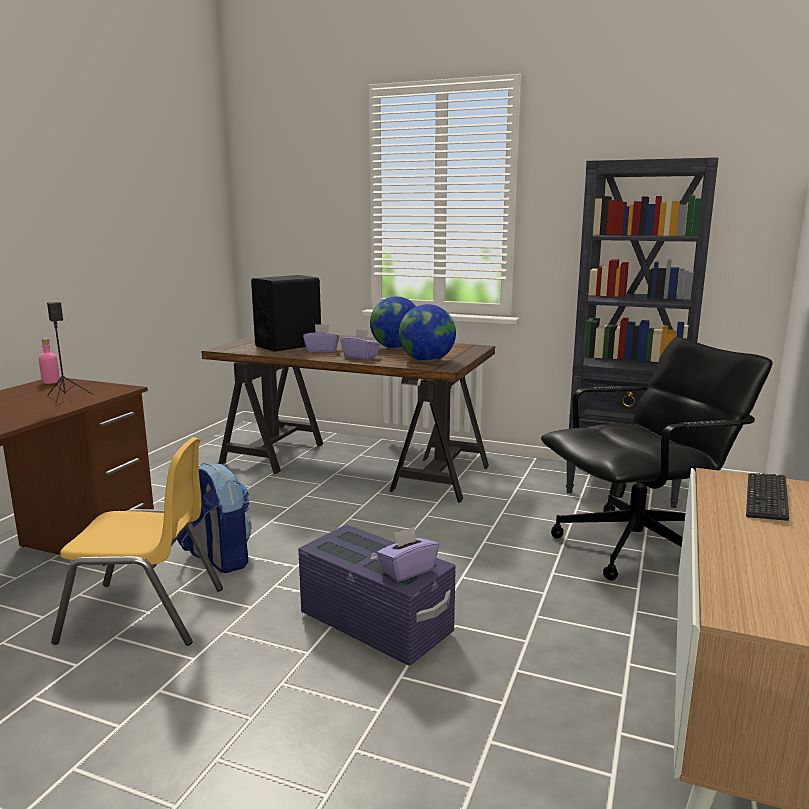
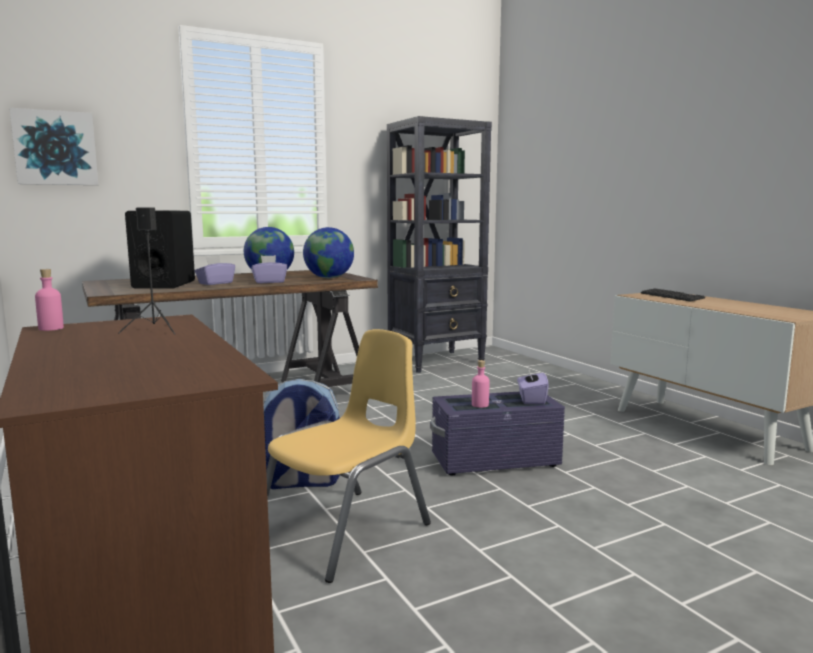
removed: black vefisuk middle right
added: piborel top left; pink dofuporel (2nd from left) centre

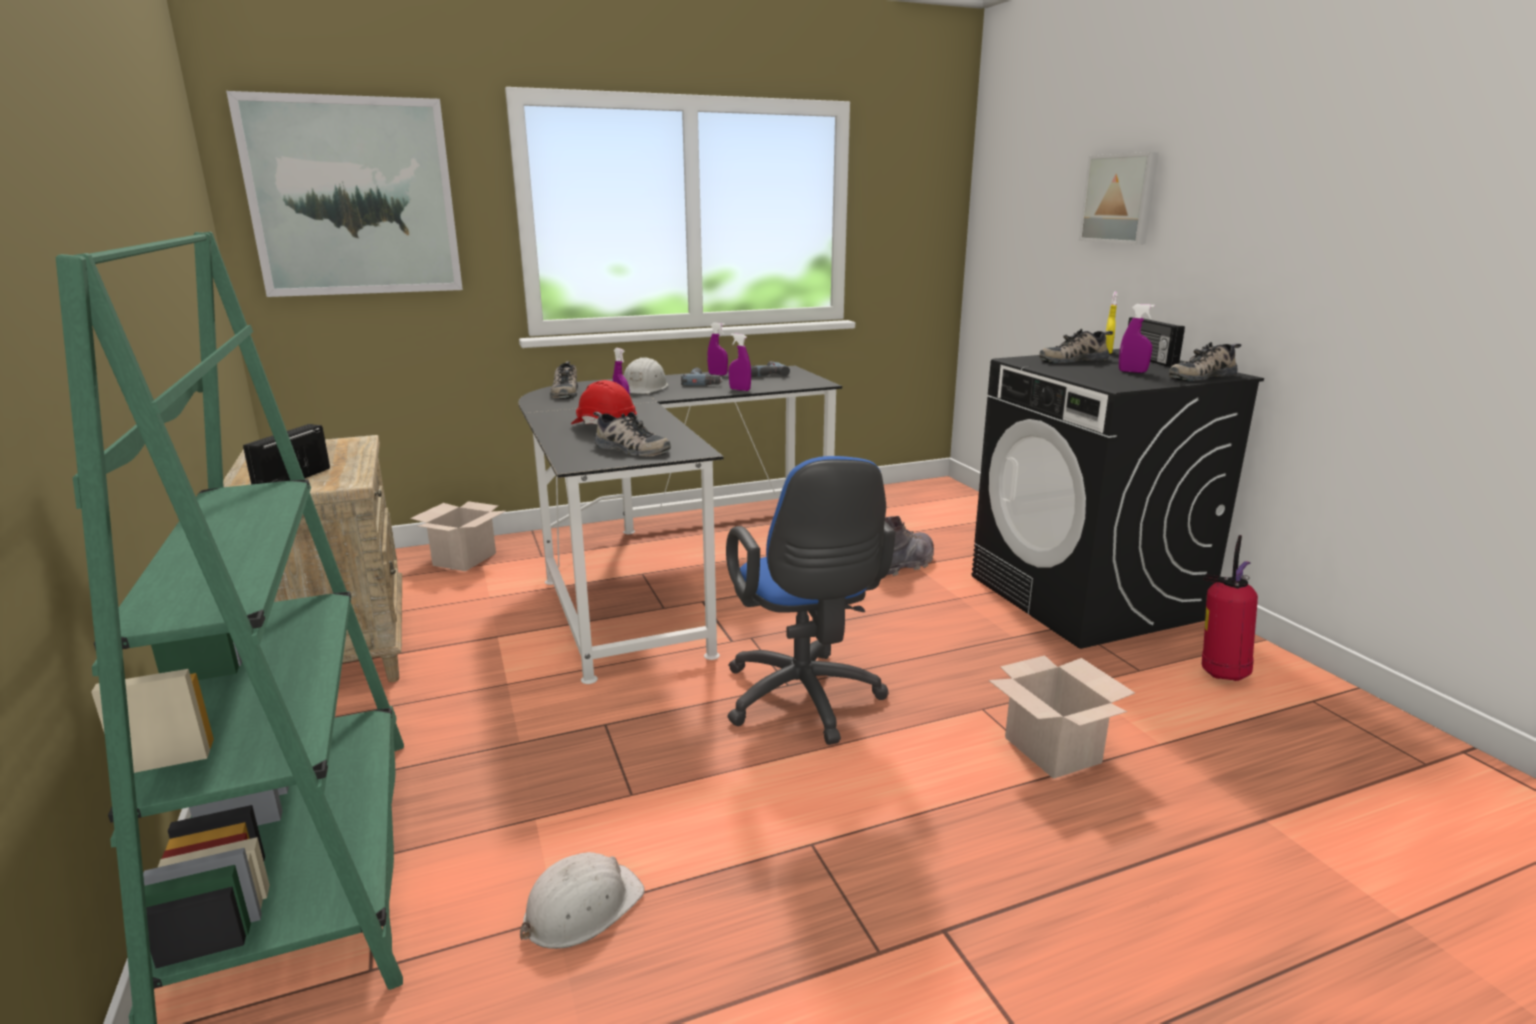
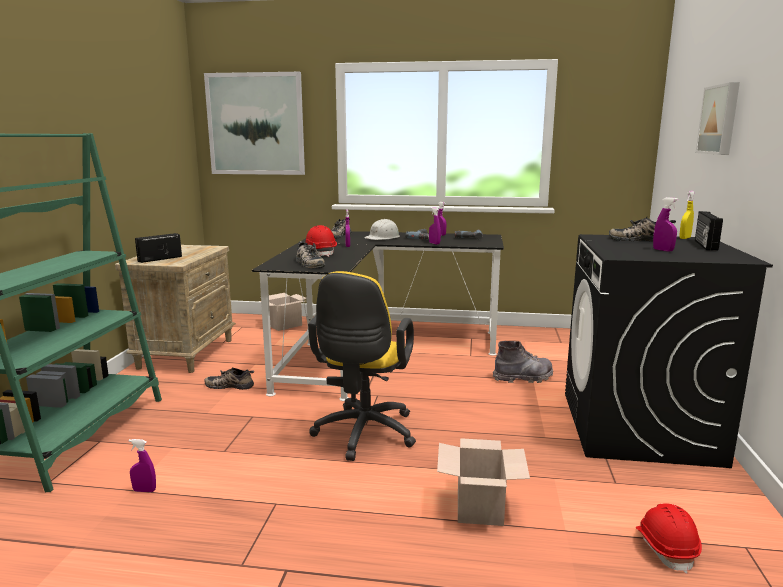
removed: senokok middle right
added: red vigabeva (2nd from left) bottom right
moved: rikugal (4th from left in the first image) middle right to rikugal (1st from left) middle left
replaced: white vigabeva (1st from left) bottom centre to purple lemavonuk (1st from left) bottom left
recoloured: blue vefisuk centre to yellow vefisuk centre

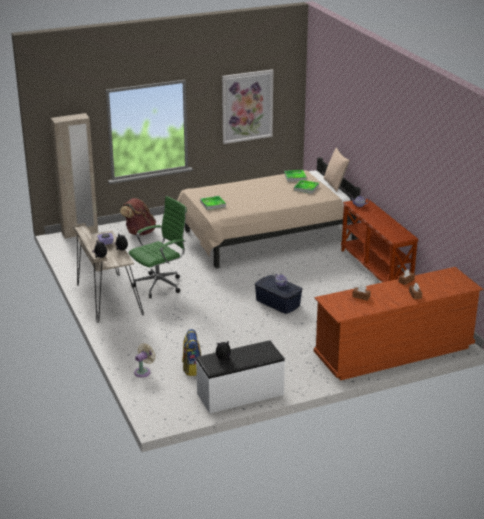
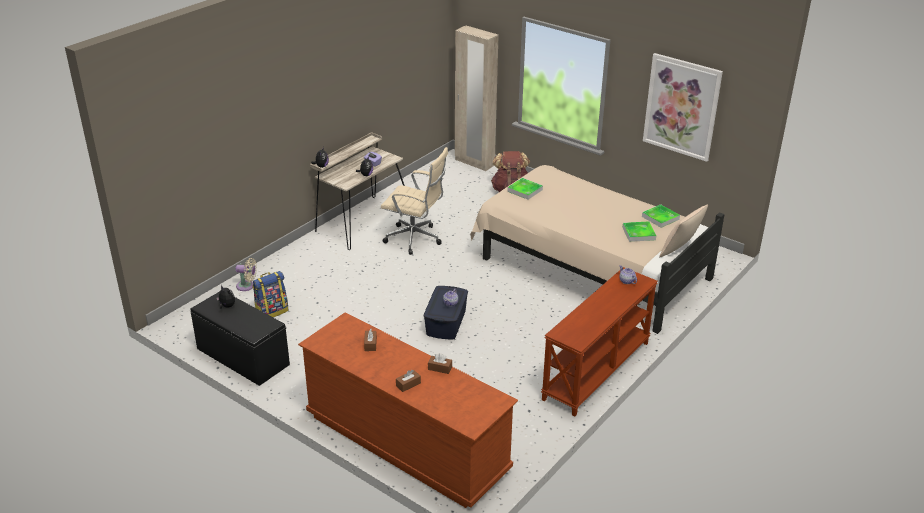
recoloured: green vefisuk middle left to beige vefisuk centre; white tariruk bottom centre to black tariruk middle left

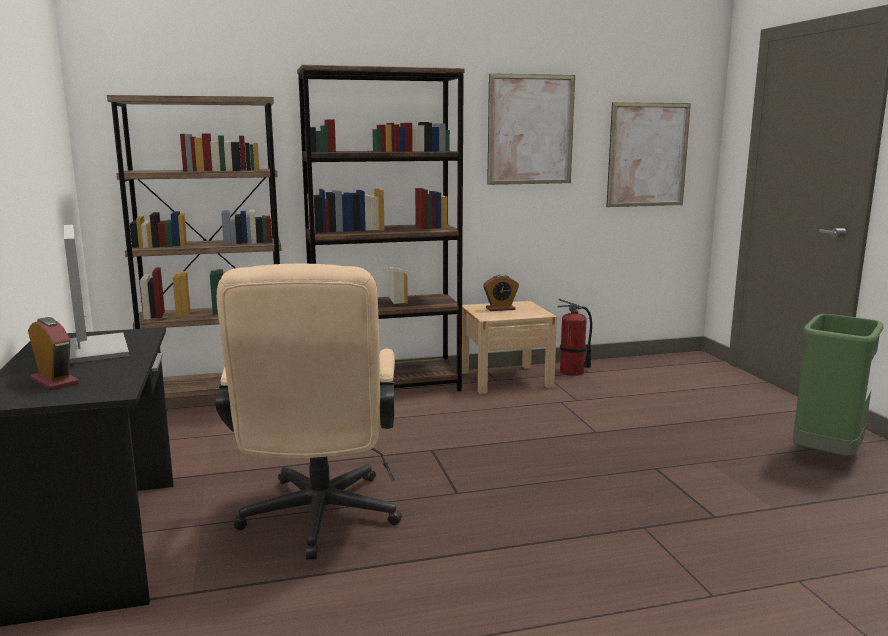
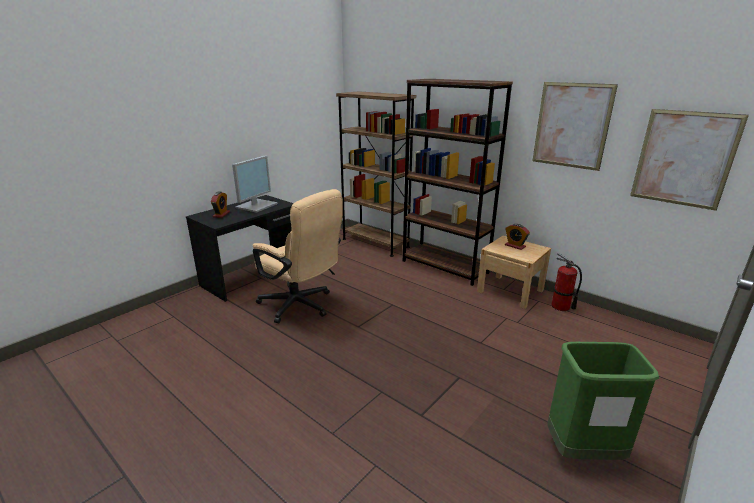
turned: beige vefisuk centre = centre 105 degrees counterclockwise

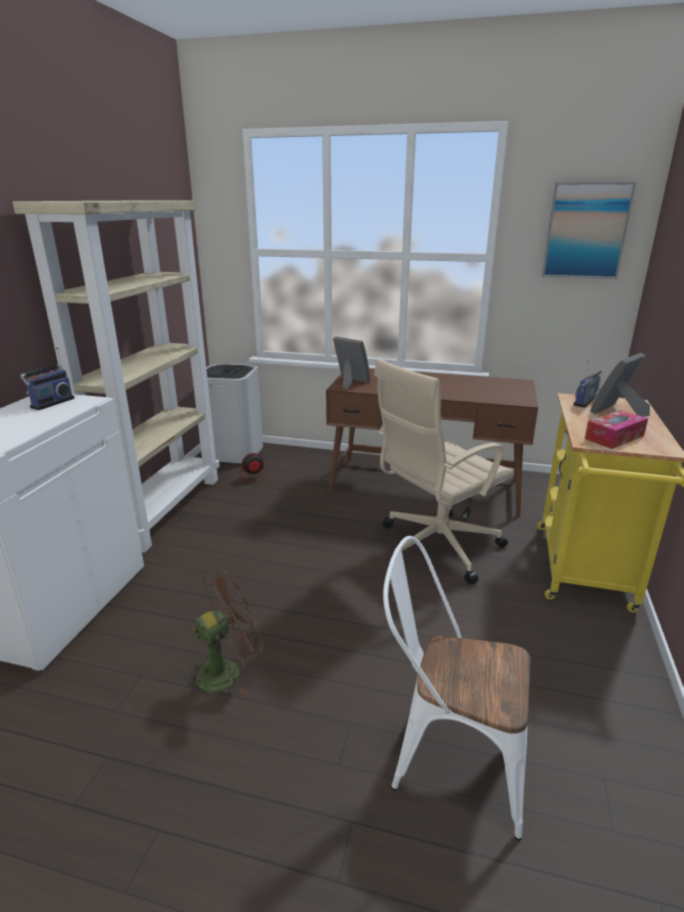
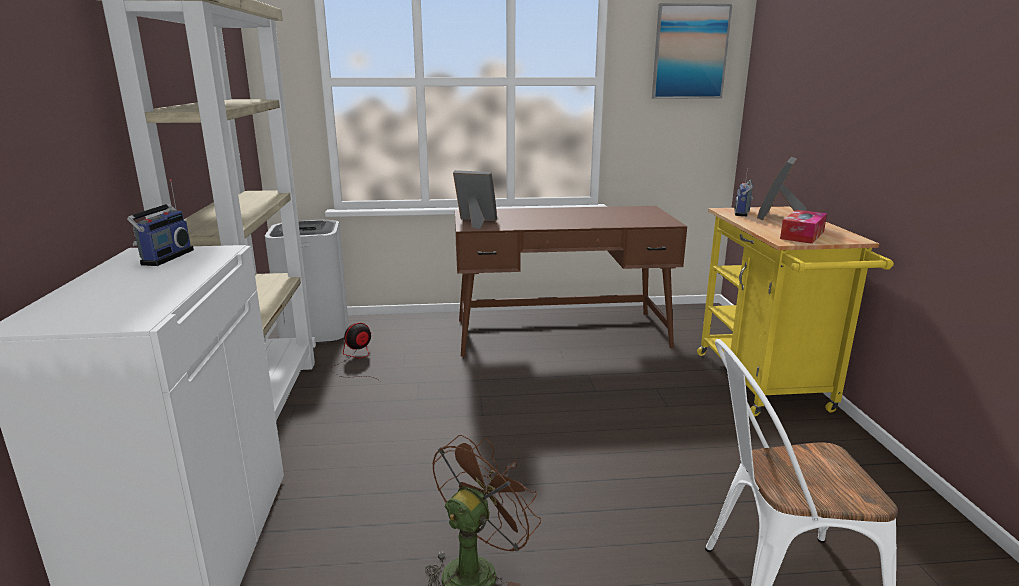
removed: beige vefisuk centre

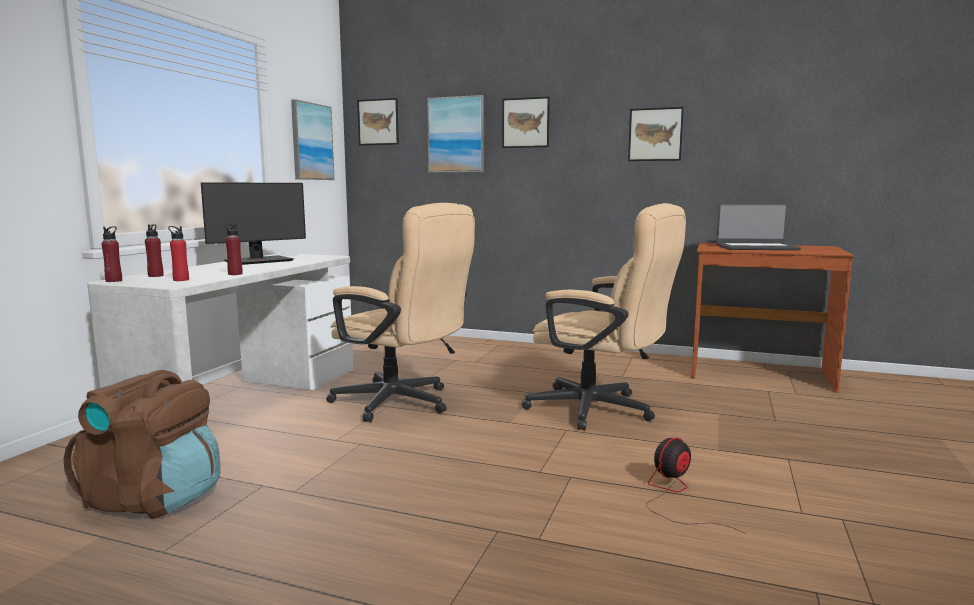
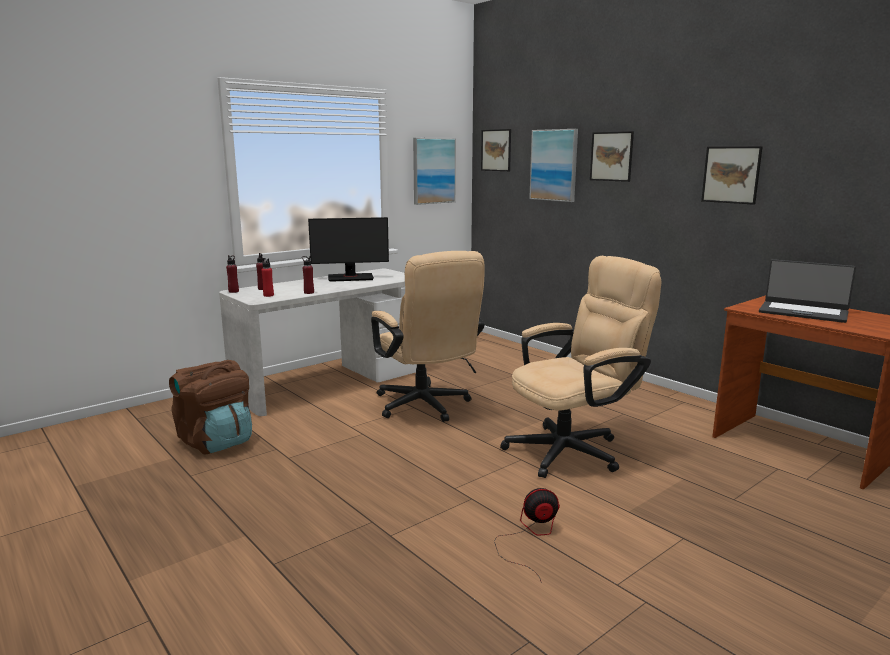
turned: beige vefisuk (2nd from left) centre = centre 90 degrees counterclockwise

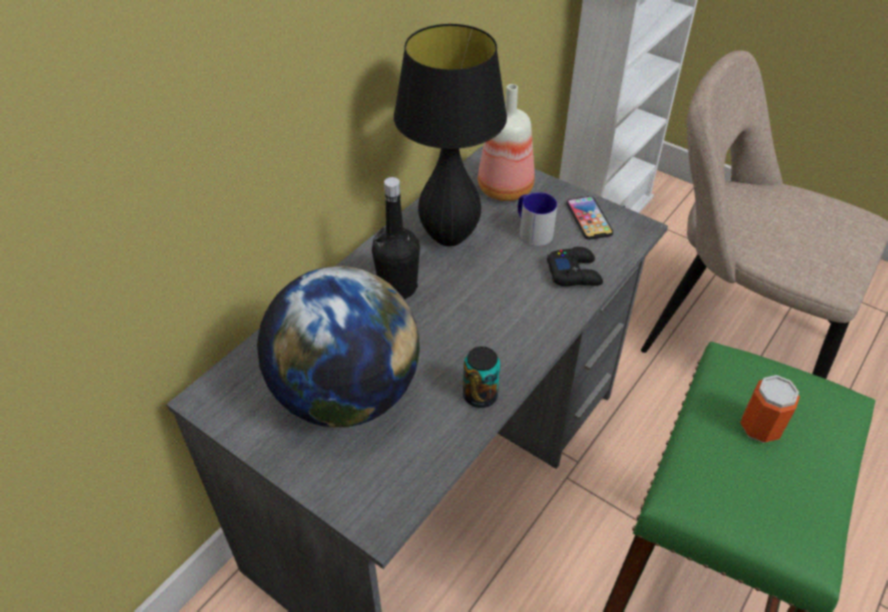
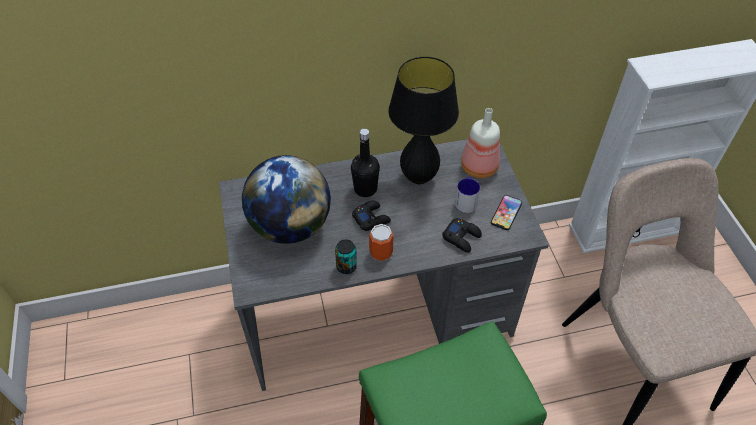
added: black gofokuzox (1st from left) centre
moved: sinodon (2nd from left) bottom right to centre

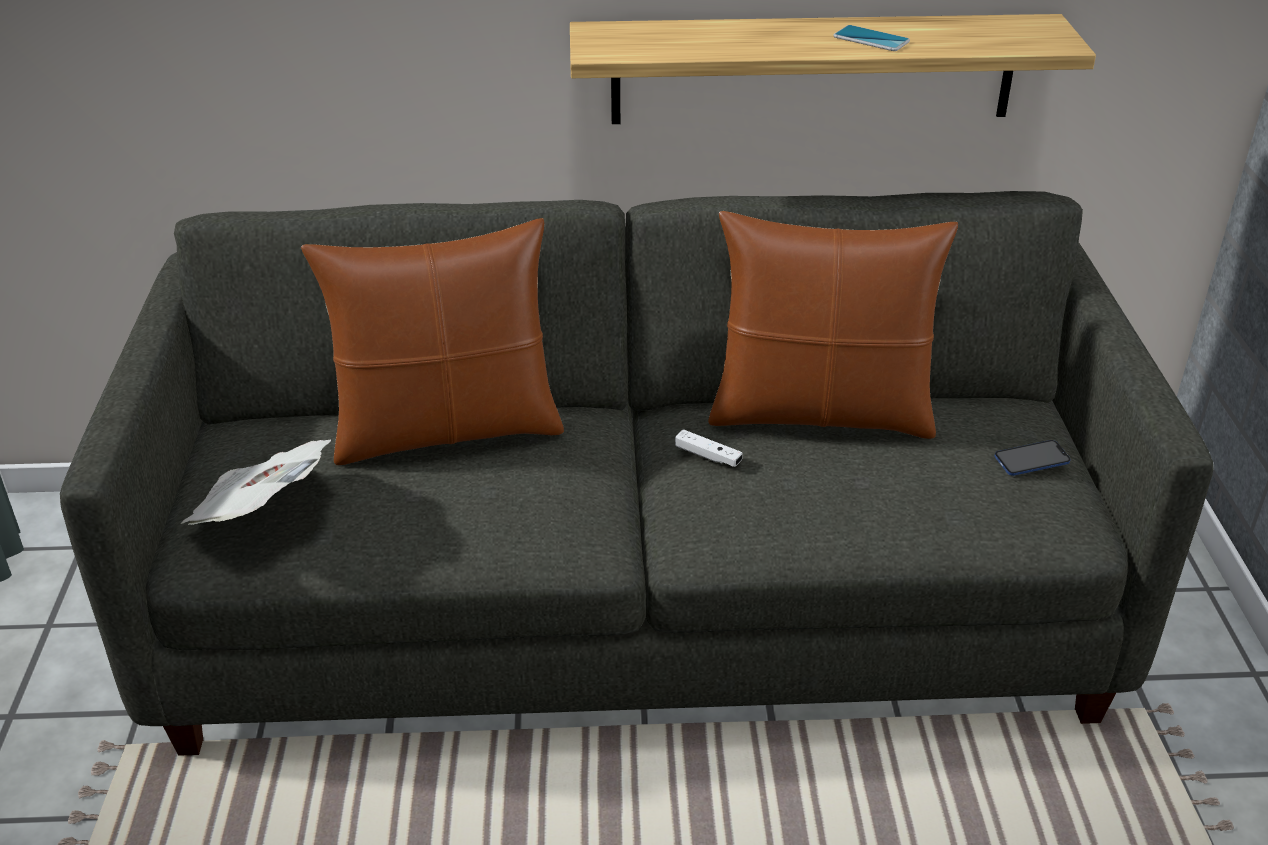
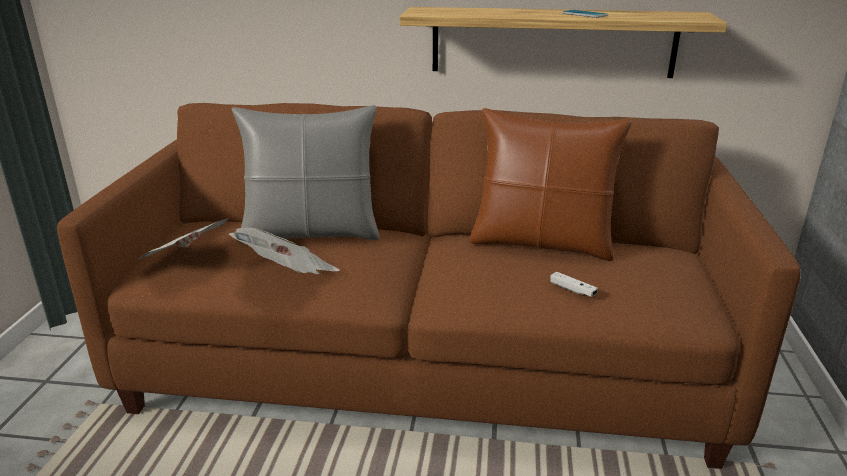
removed: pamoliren (2nd from left) middle right
added: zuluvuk (2nd from left) centre
moved: white gofokuzox centre to middle right
recoloured: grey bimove centre to brown bimove centre; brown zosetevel (1st from left) centre to grey zosetevel centre

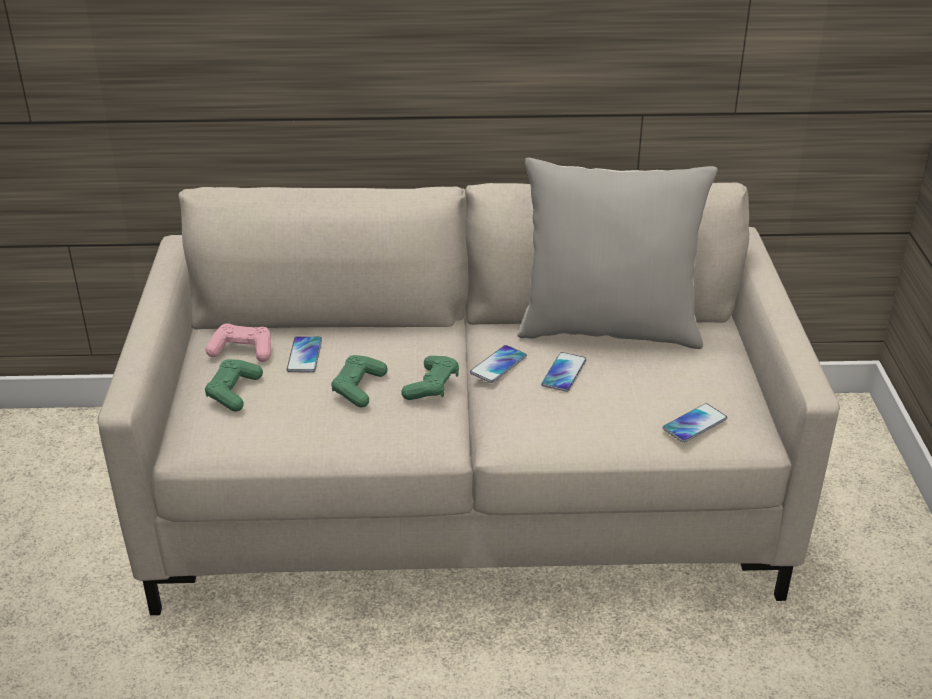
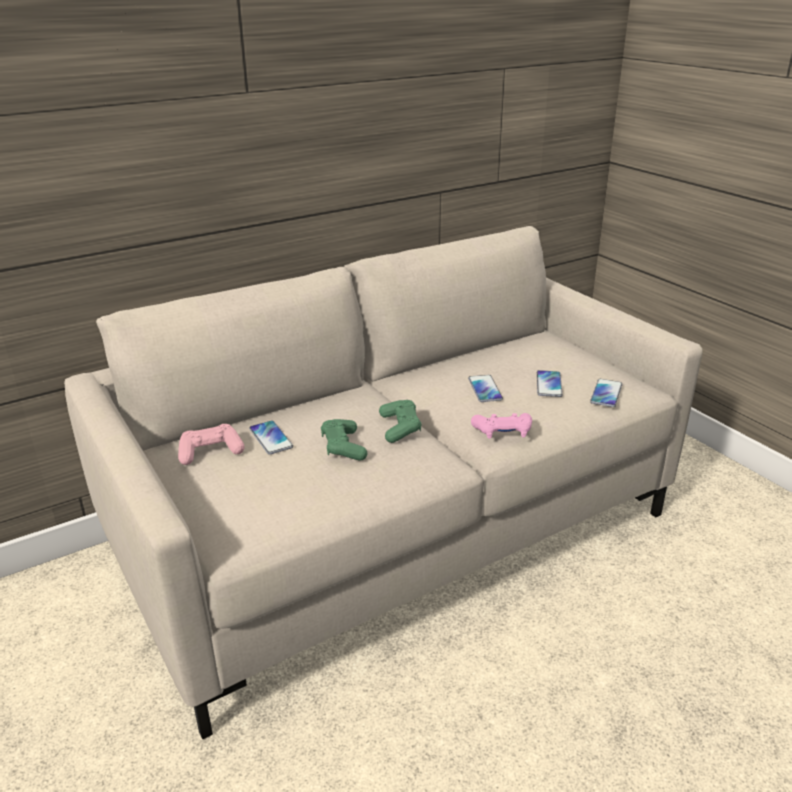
removed: green gofokuzox (1st from left) middle left; grey zosetevel centre
added: pink gofokuzox (2nd from left) centre
moved: pamoliren (2nd from left in the first image) centre to pamoliren (3rd from left) middle right

